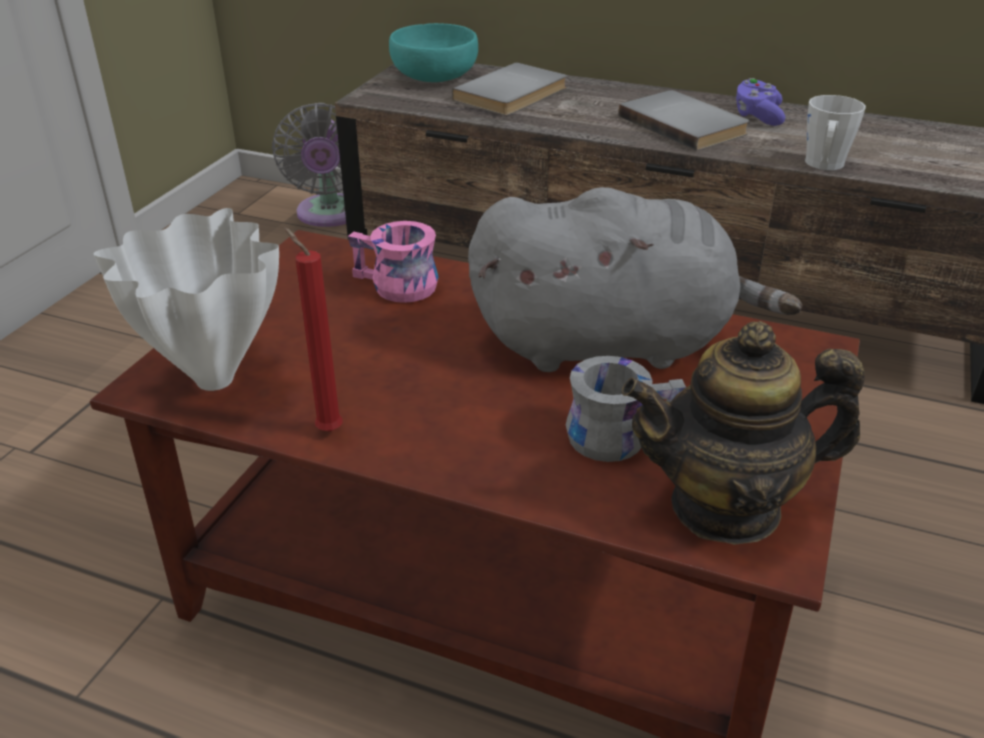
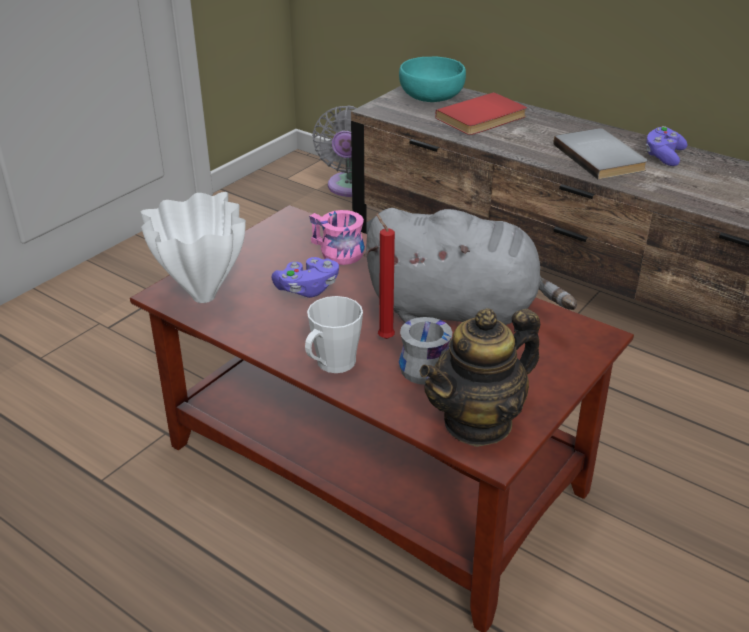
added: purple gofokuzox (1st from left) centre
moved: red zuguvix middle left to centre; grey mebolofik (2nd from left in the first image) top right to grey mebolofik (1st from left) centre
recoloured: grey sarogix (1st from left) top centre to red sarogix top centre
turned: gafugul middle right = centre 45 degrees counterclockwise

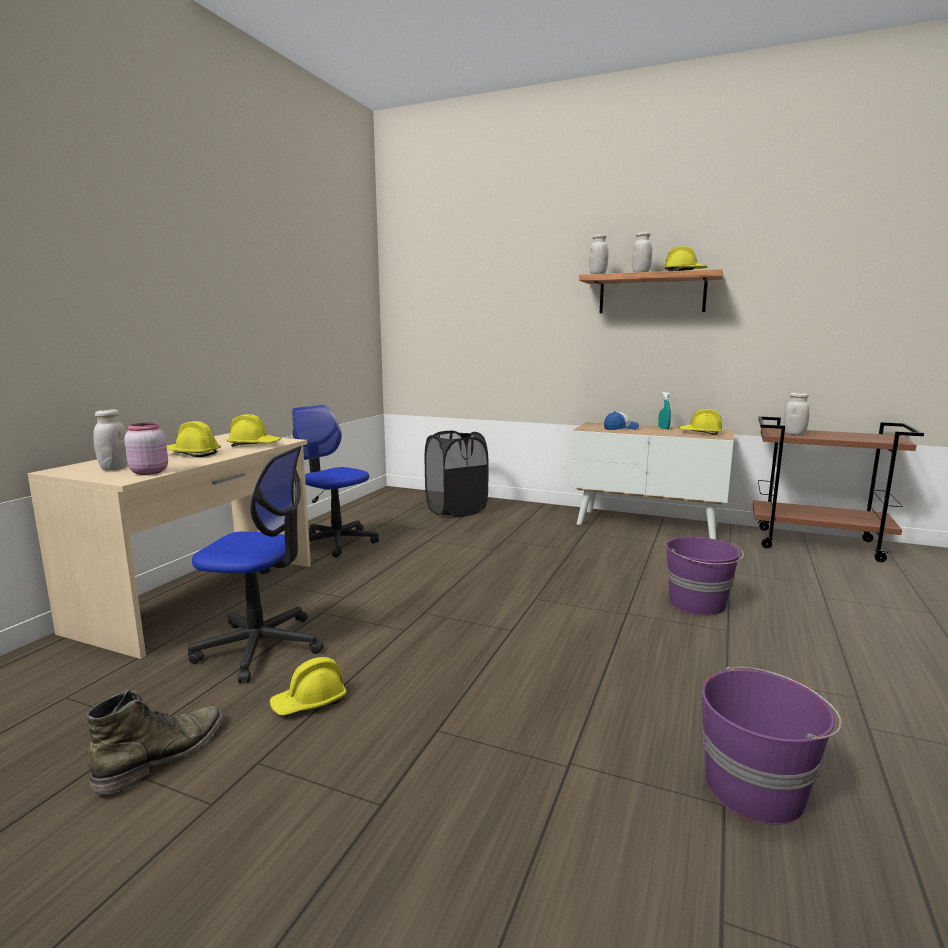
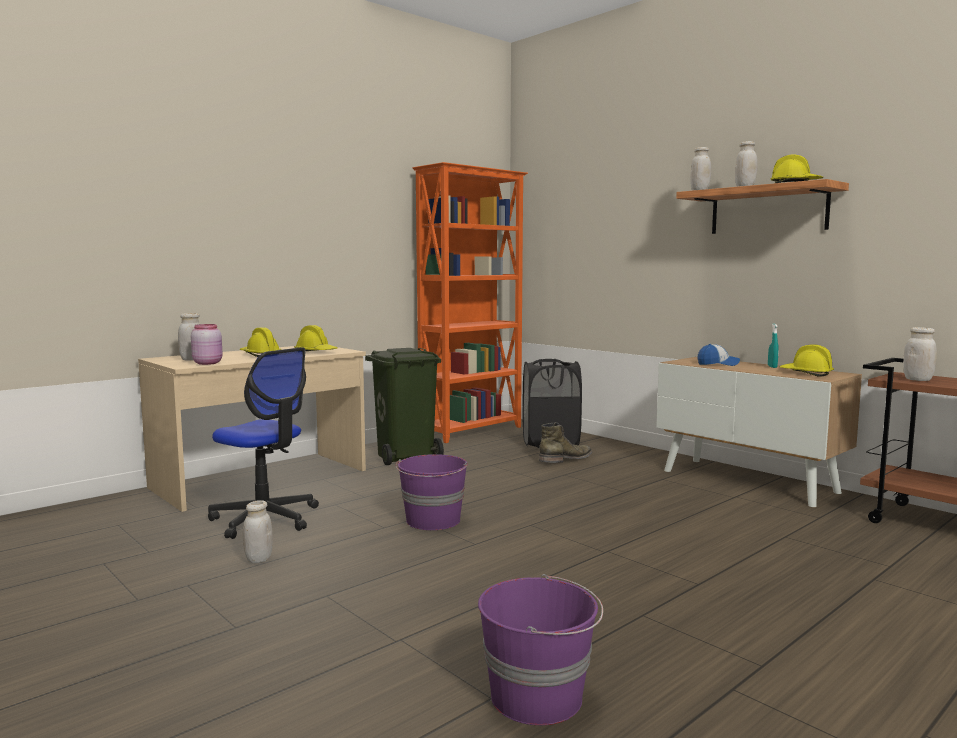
added: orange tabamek centre
moved: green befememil bottom left to centre; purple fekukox (1st from left) middle right to bottom centre
replaced: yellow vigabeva (3rd from left) bottom left to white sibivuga (2nd from left) bottom left; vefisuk (2nd from left) centre to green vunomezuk centre

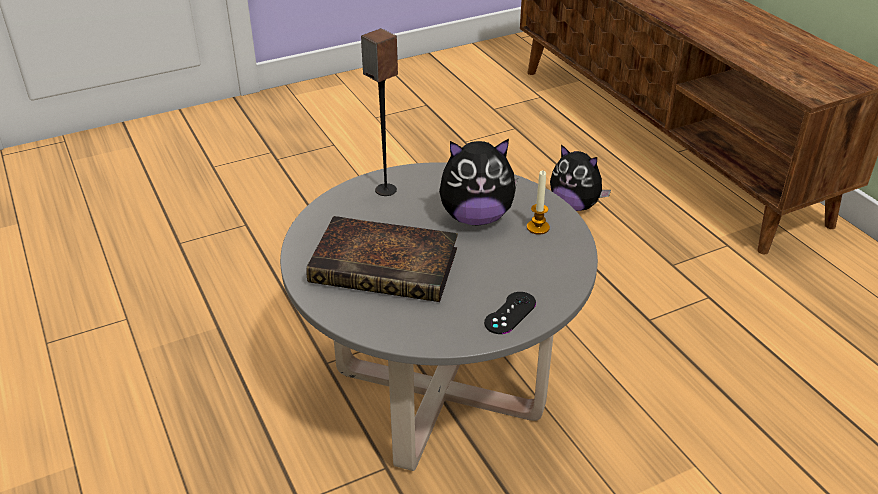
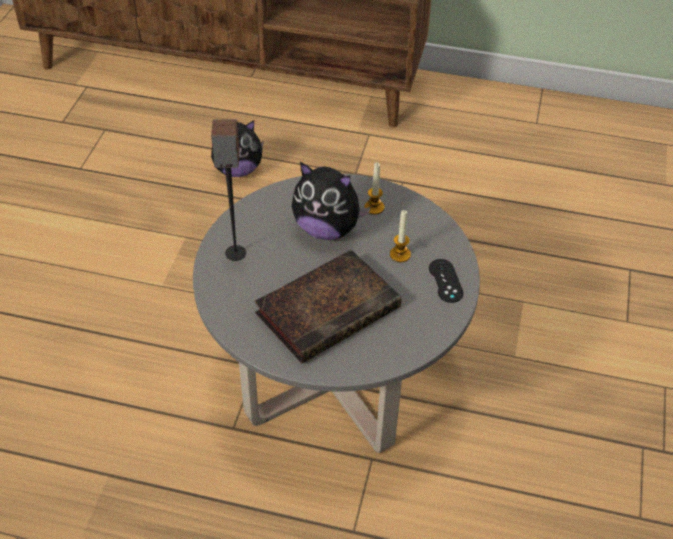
added: zuguvix (2nd from left) centre
turned: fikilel (1st from left in the first image) centre = centre 75 degrees clockwise

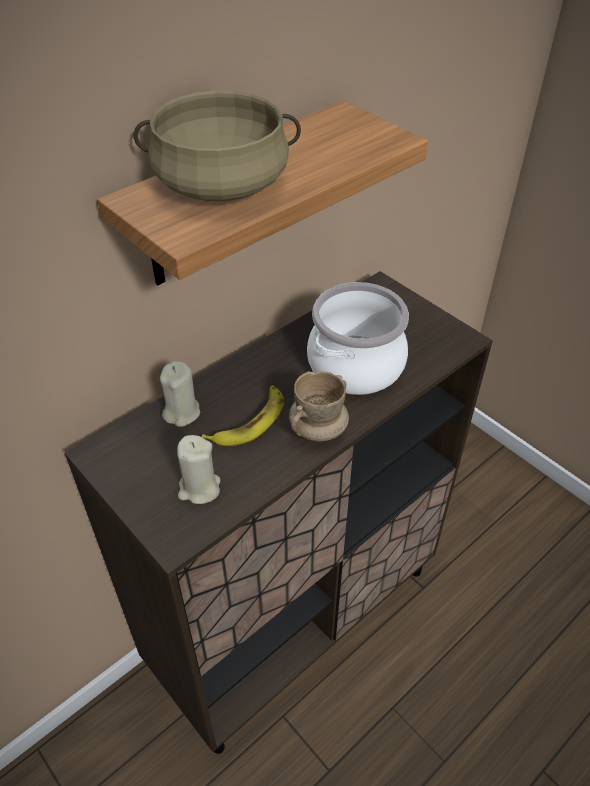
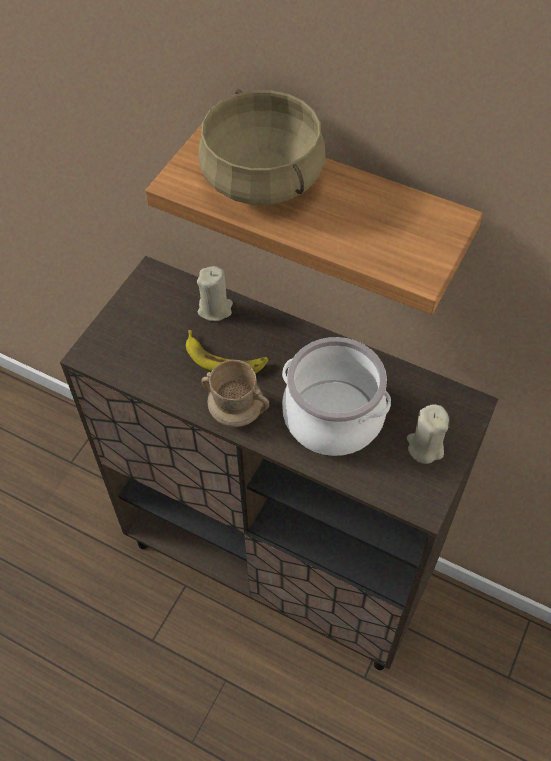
moved: beige zuguvix (2nd from left) centre to middle right

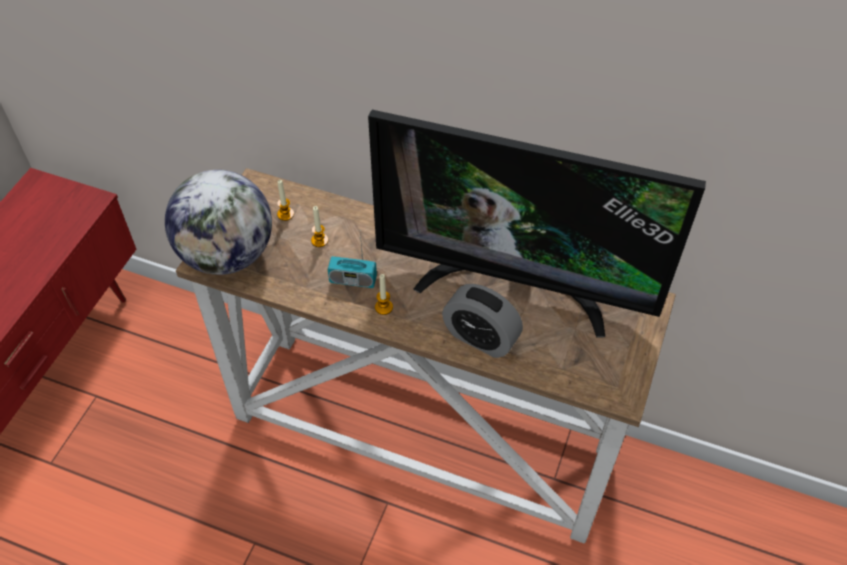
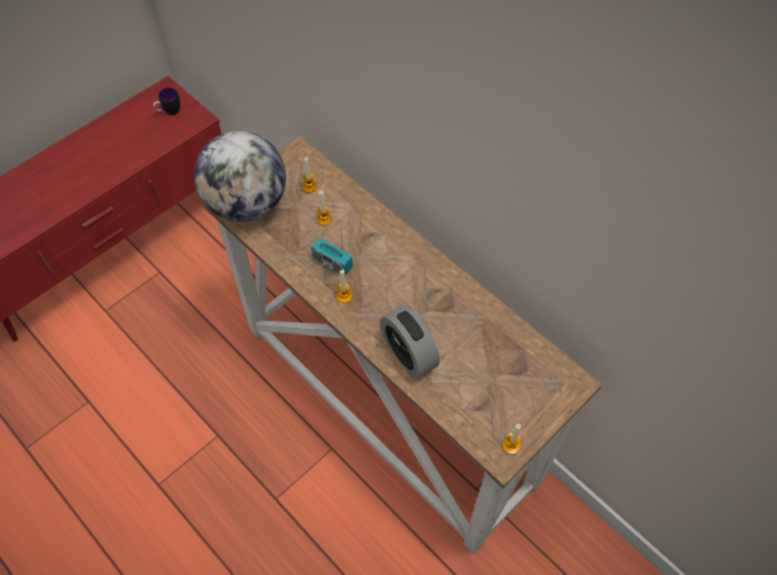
removed: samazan centre
added: mebolofik top left; zuguvix (4th from left) bottom centre

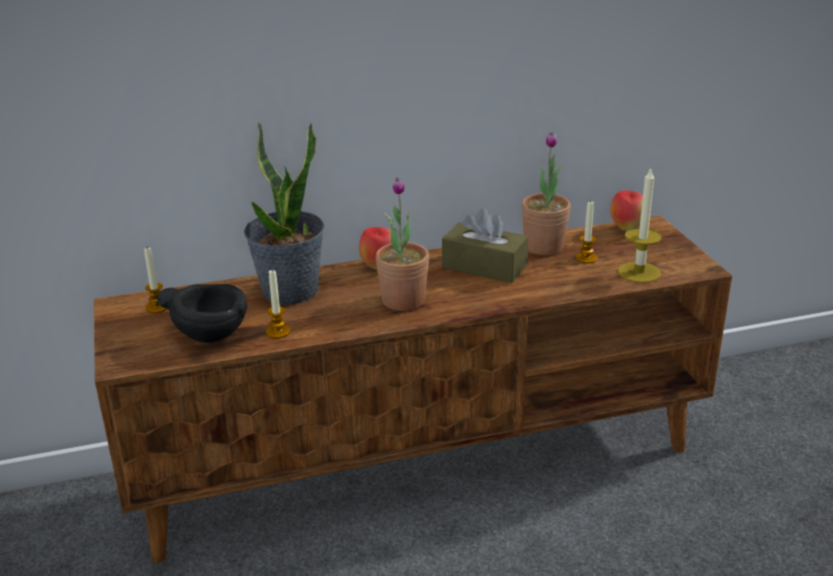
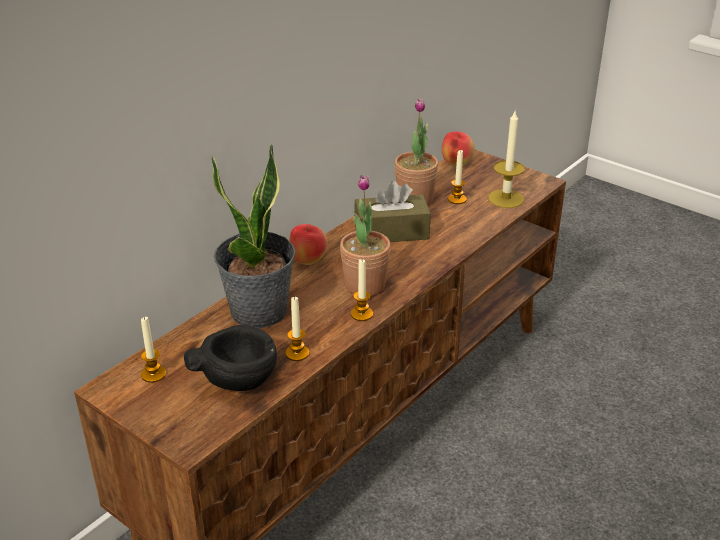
added: zuguvix (3rd from left) centre

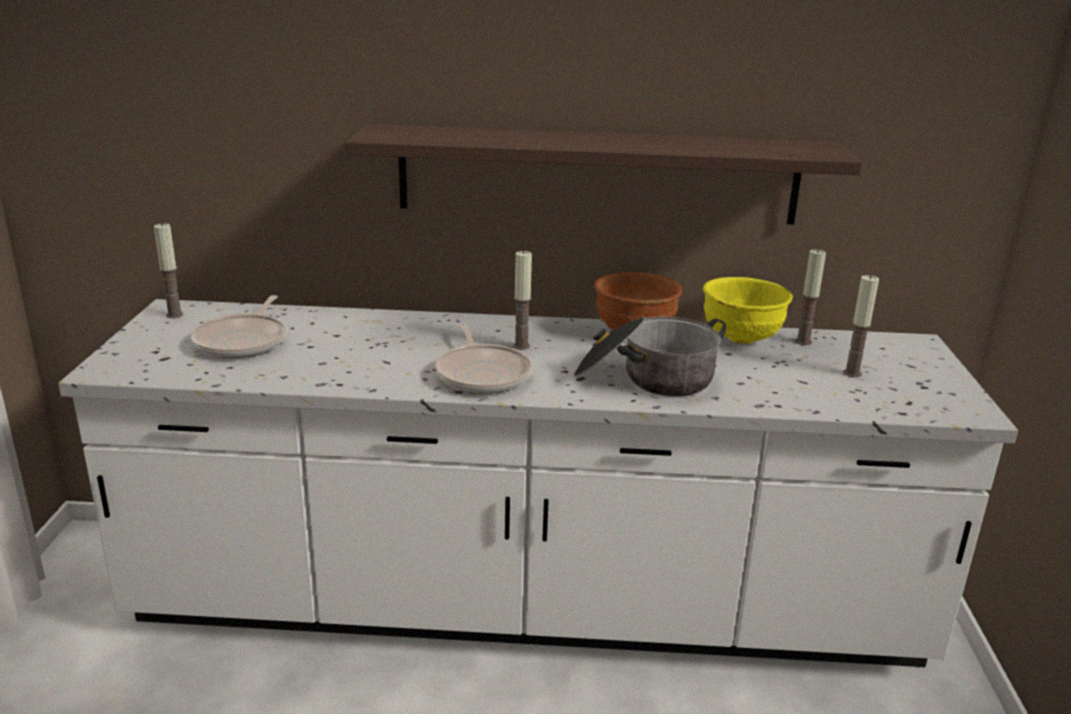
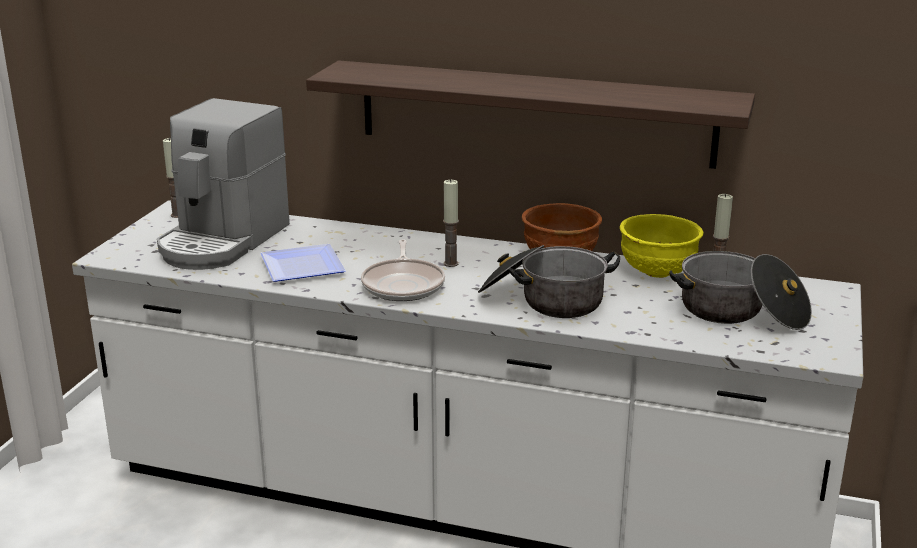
added: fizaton middle left
replaced: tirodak (1st from left) middle left to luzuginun middle left; zuguvix (4th from left) middle right to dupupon (2nd from left) middle right

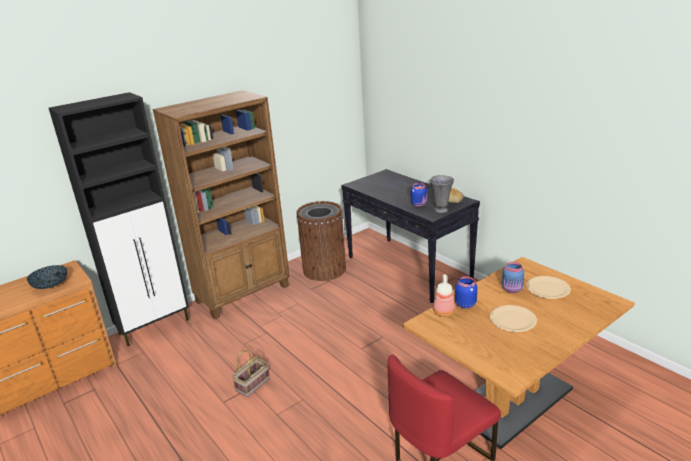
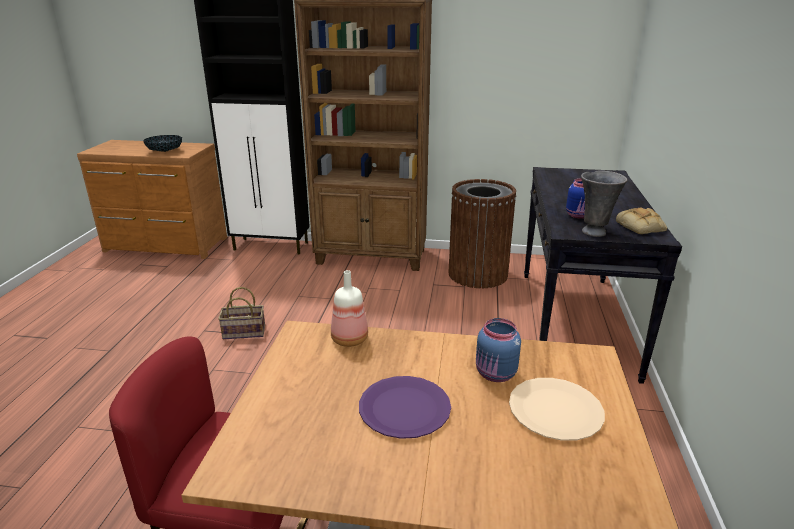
removed: blue sibivuga (2nd from left) middle right
recoloured: beige fizaton (1st from left) bottom right to purple fizaton bottom centre

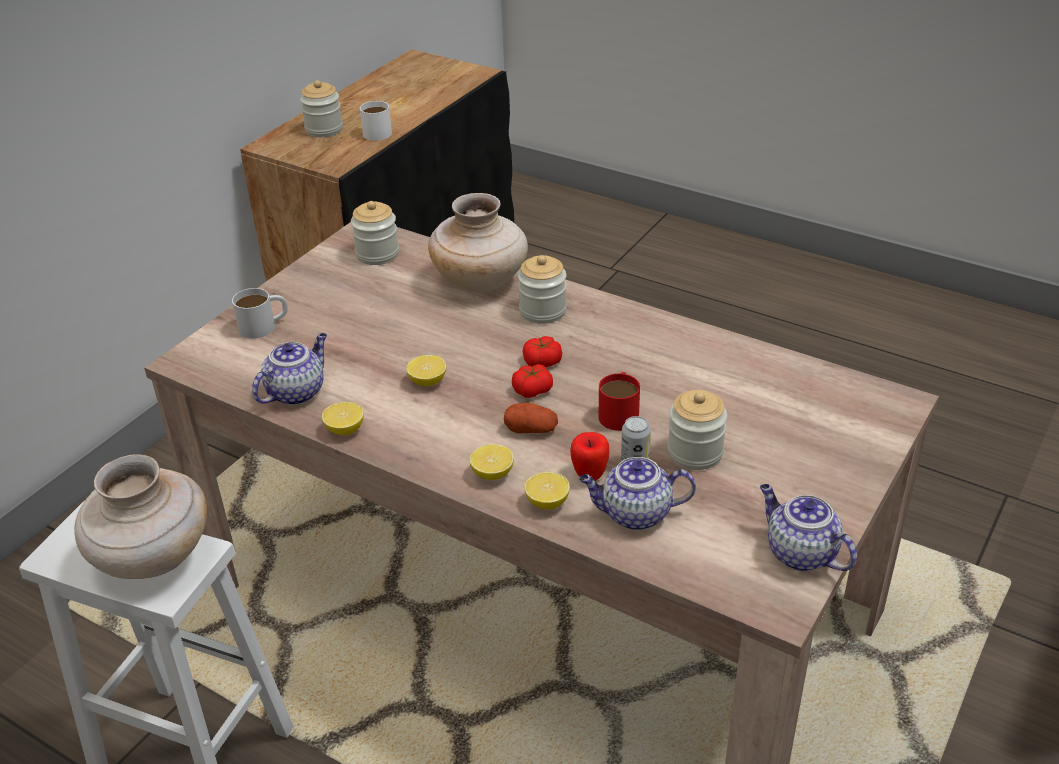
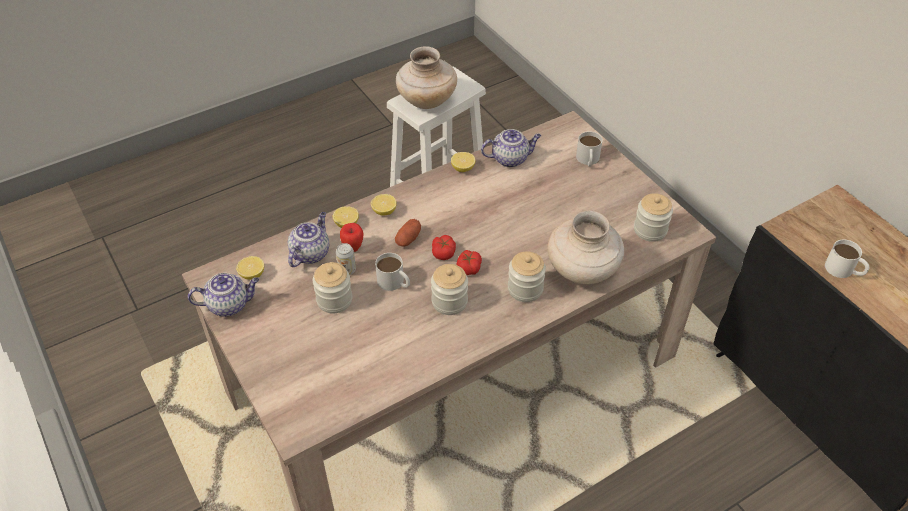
moved: sibivuga (1st from left in the first image) top left to sibivuga (2nd from left) centre; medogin (2nd from left in the first image) centre to medogin (1st from left) middle left
recoloured: red mebolofik centre to white mebolofik (1st from left) centre
turned: gafugul (1st from left in the first image) middle left = top centre 75 degrees counterclockwise

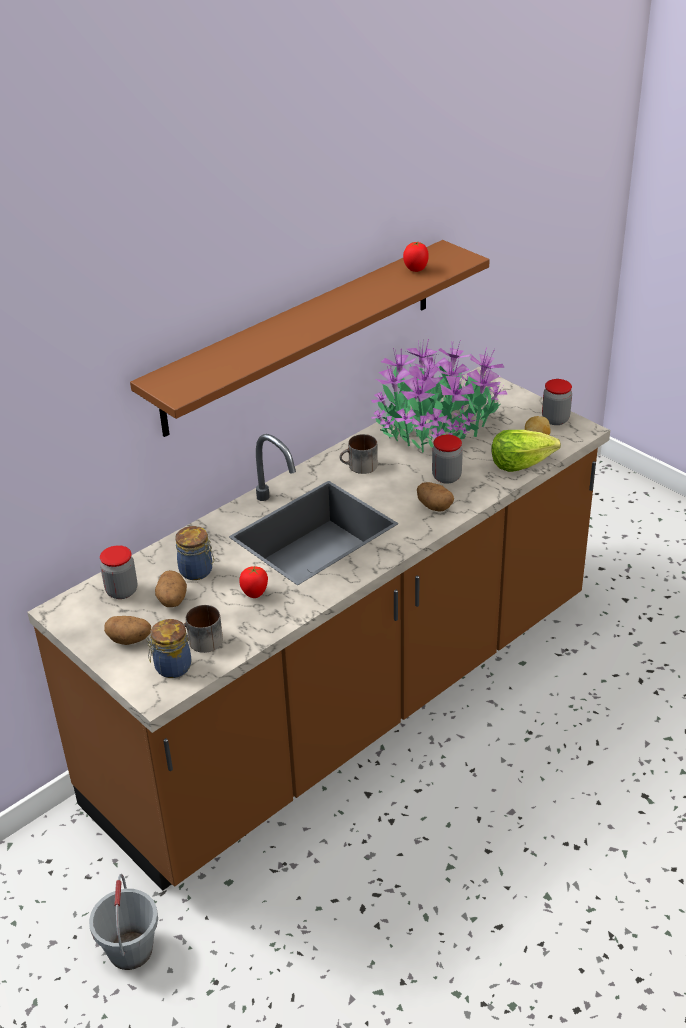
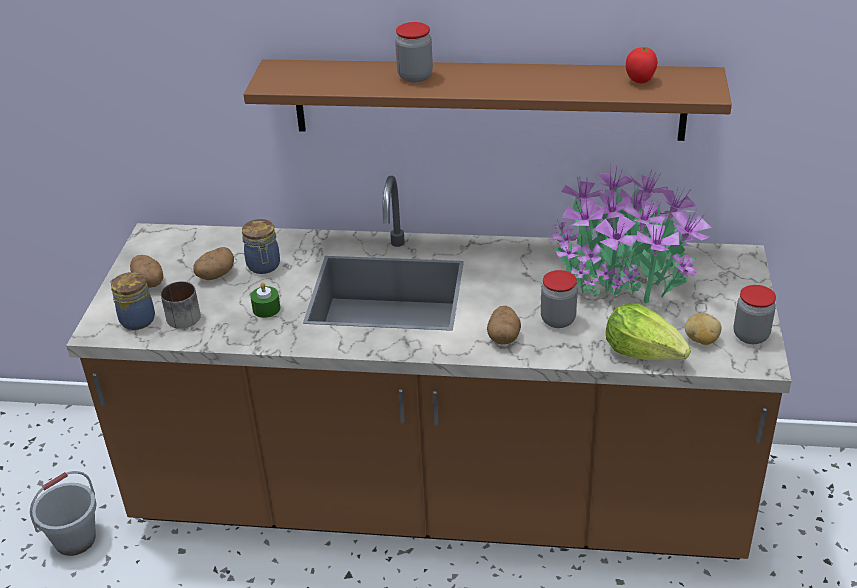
removed: mebolofik (2nd from left) centre
moved: sibivuga (1st from left in the first image) middle left to sibivuga (3rd from left) top centre
replaced: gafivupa (1st from left) centre to green zuguvix middle left

